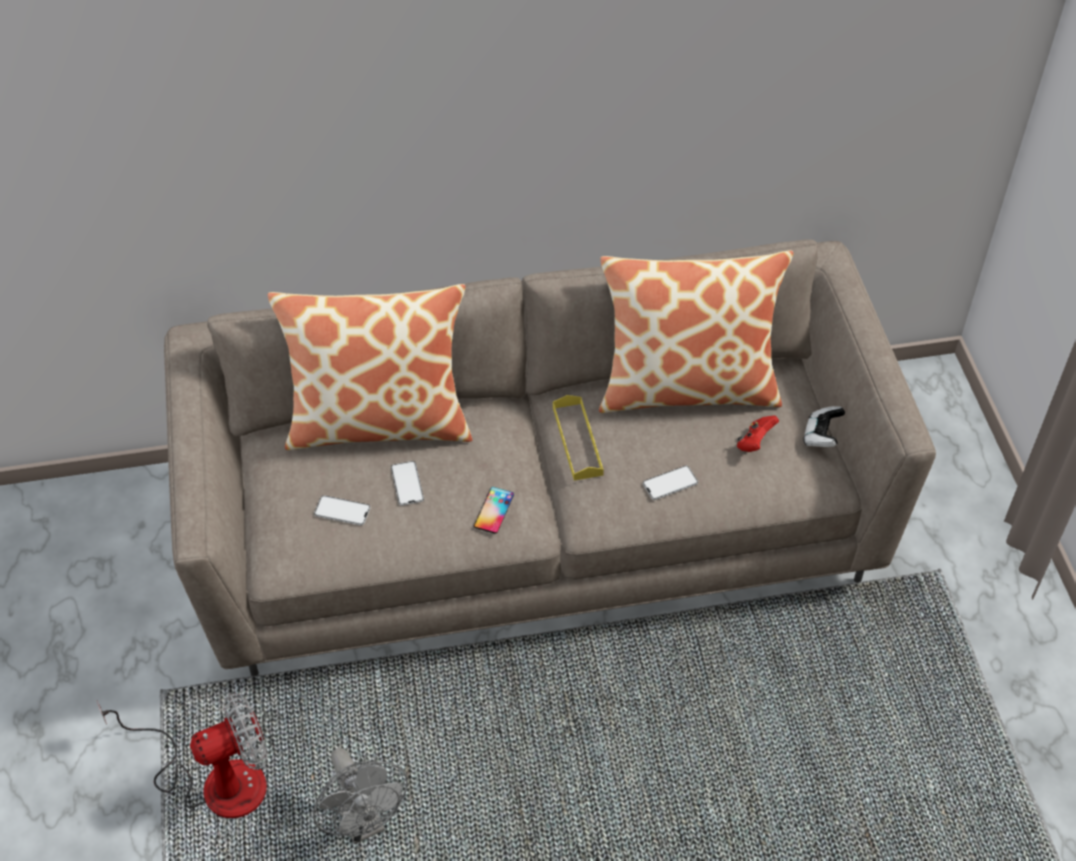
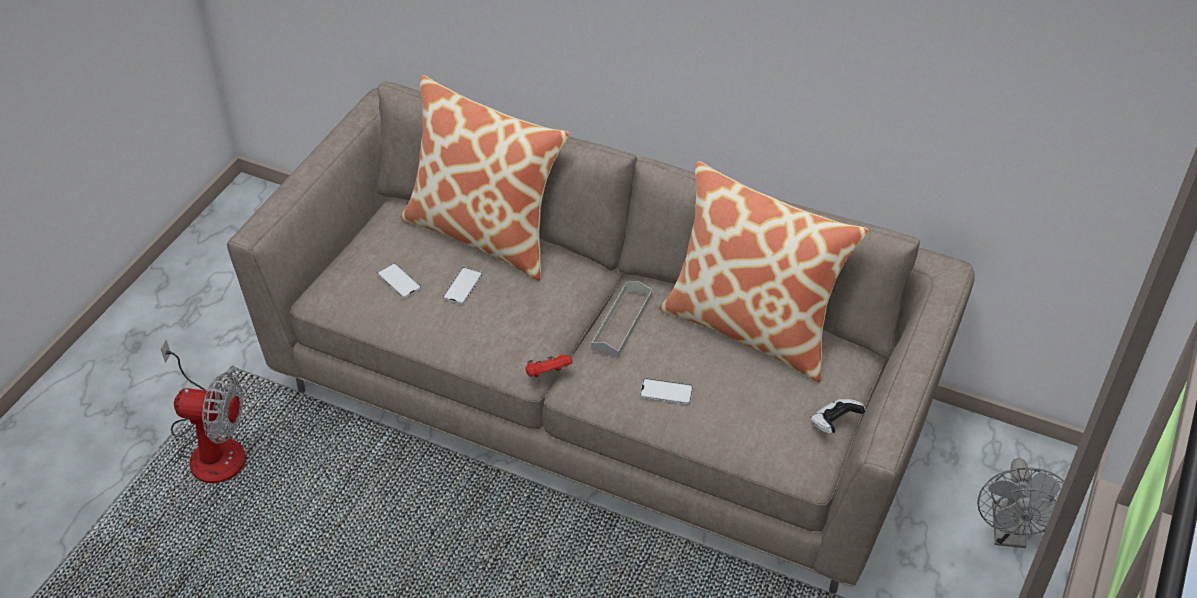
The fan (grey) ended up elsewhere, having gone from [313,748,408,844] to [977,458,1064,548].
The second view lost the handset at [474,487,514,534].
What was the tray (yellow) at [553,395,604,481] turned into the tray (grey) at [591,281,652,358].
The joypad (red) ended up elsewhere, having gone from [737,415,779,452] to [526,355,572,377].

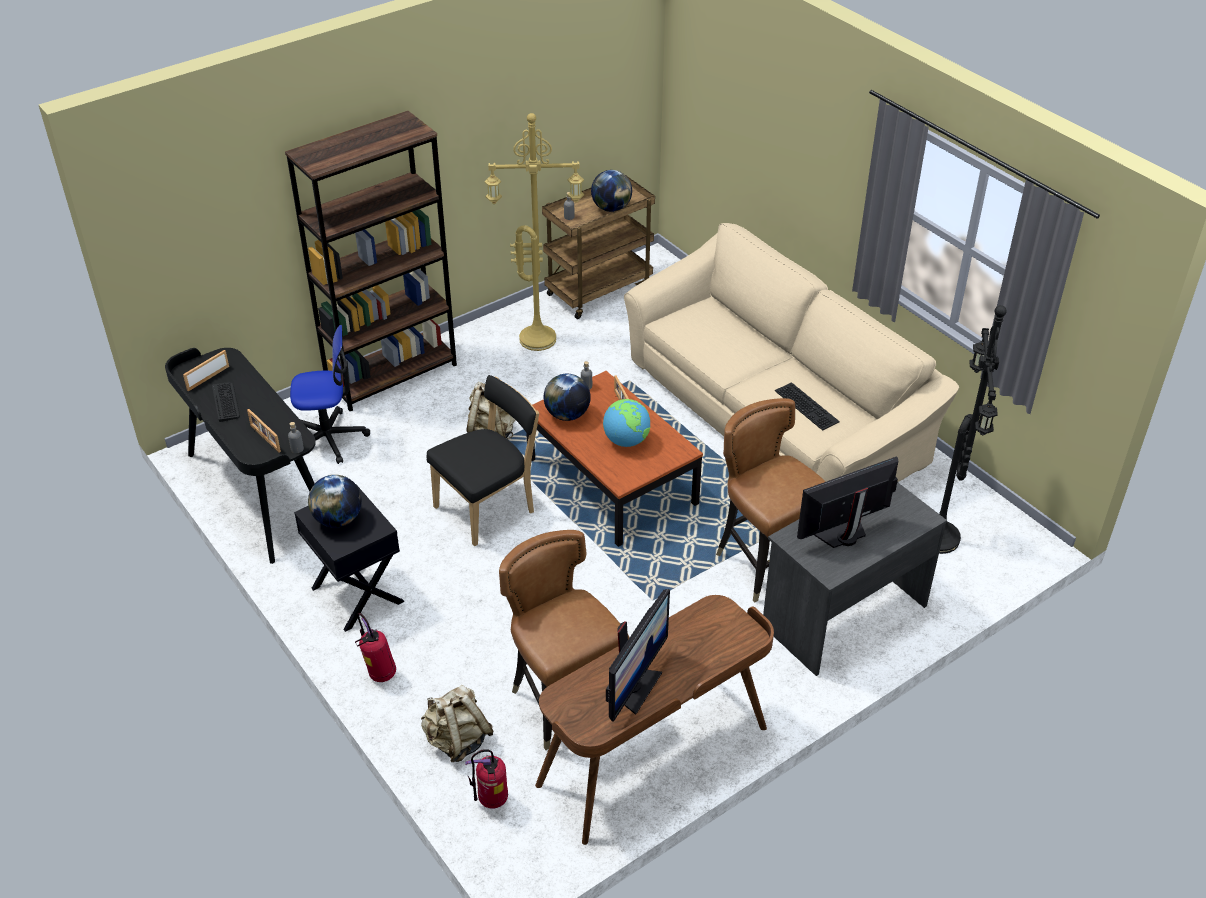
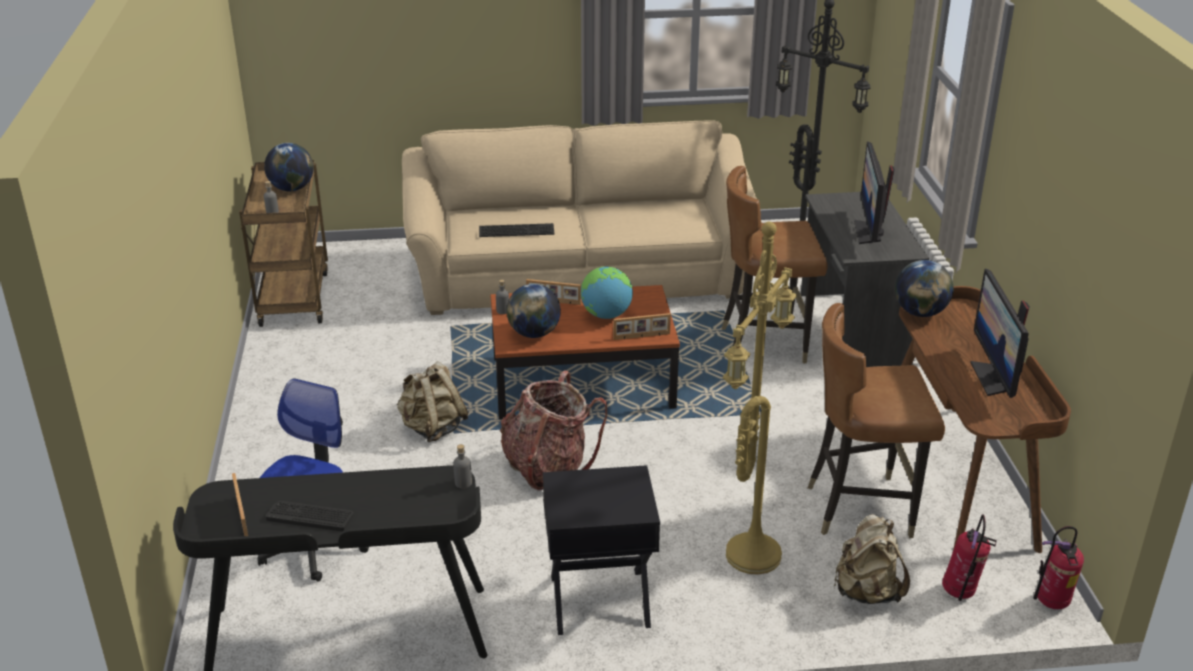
The photo frame ended up elsewhere, having gone from [247,409,281,453] to [613,313,671,340].
The second view lost the bookcase (brown) at [285,111,457,411].
The world globe ended up elsewhere, having gone from [308,475,362,528] to [895,260,953,317].
The fire extinguisher ended up elsewhere, having gone from [355,613,396,682] to [1033,526,1084,609].
Where the plain chair (blackish) stood at [427,375,539,546], the rucksack came to stand at [500,370,607,491].
The floor lamp (yellow) ended up elsewhere, having gone from [485,113,584,351] to [723,222,797,575].
The monitor at [606,589,670,722] ended up facing another way, 150 degrees counterclockwise from before.
The computer keyboard ended up elsewhere, having gone from [775,382,840,431] to [479,223,554,237].

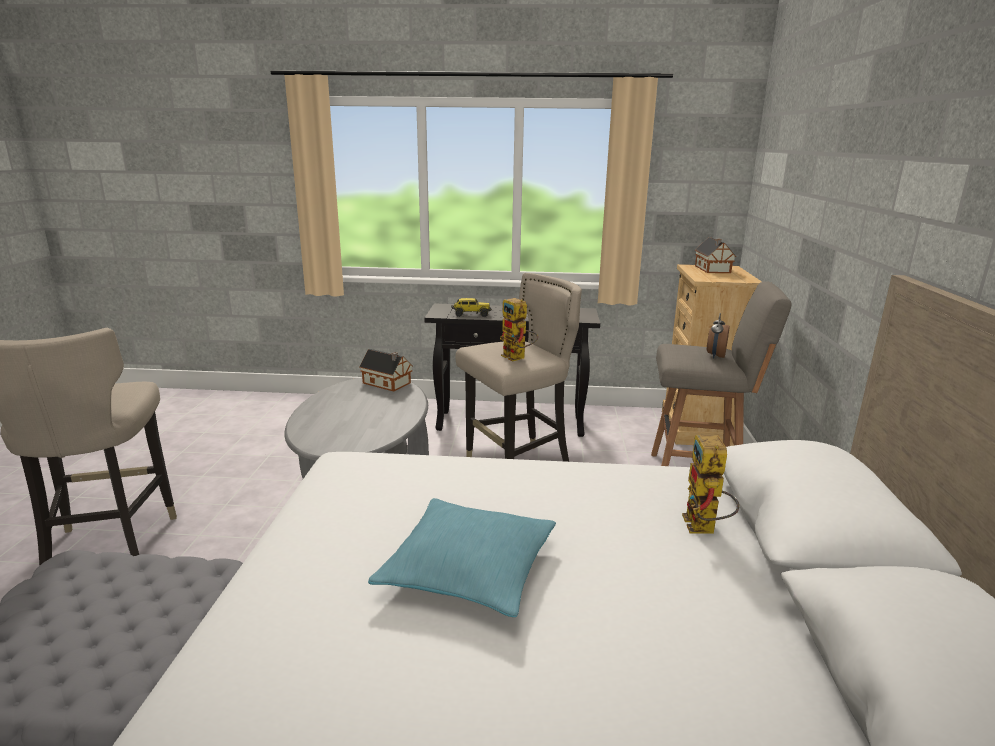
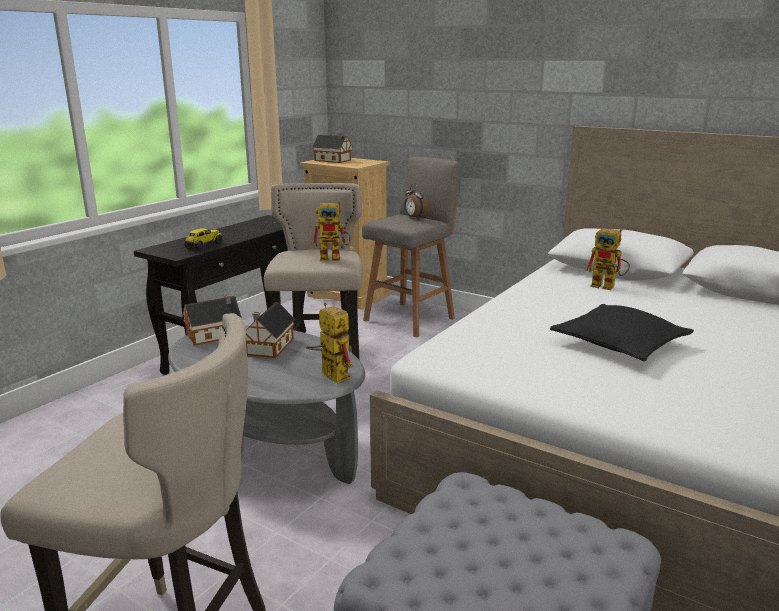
What was the pillow (turquoise) at [368,498,556,617] turned into the pillow (blackish) at [550,304,694,361].
The second view gained the toy house at [246,302,295,358].
The second view gained the model robot at [306,302,353,383].

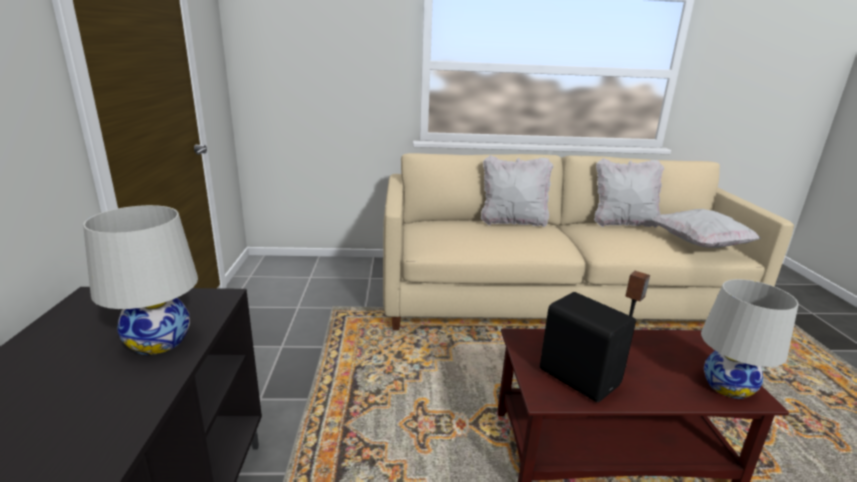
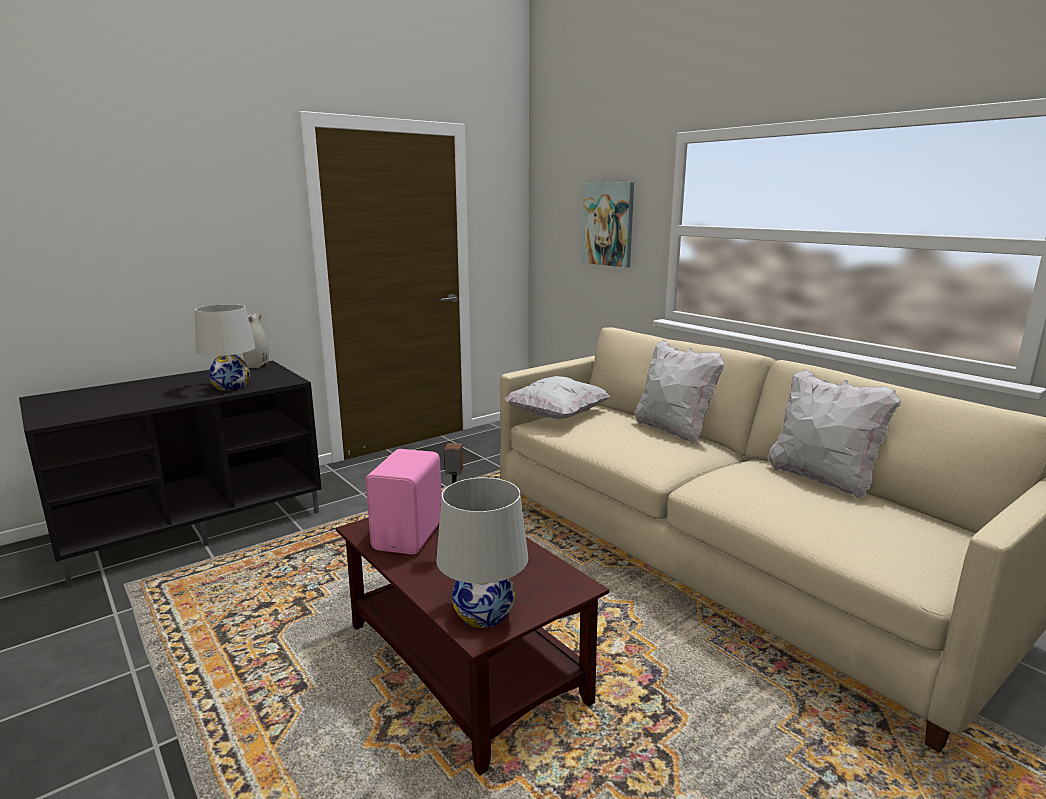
What was the audio speaker (blackish) at [540,292,636,402] turned into the audio speaker (pinkish) at [366,449,442,555].
The pillow (white) ended up elsewhere, having gone from [652,209,761,248] to [505,376,610,419].
The second view gained the flower vase (white) at [243,313,269,368].
The second view gained the wall art at [582,182,634,268].

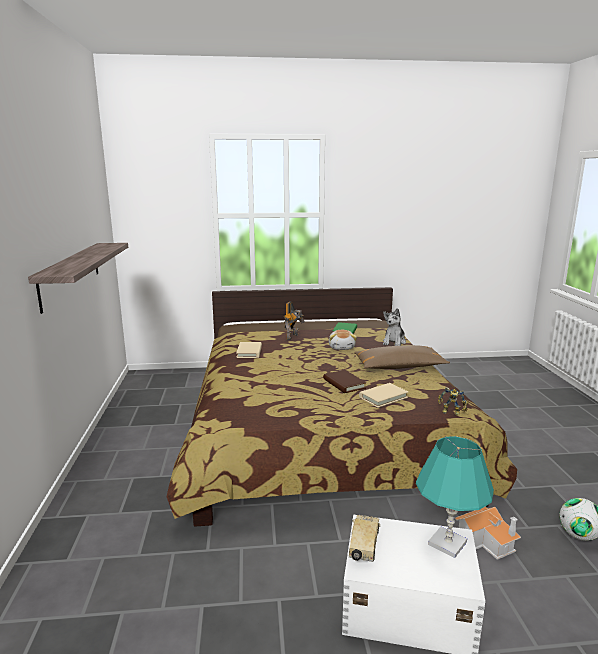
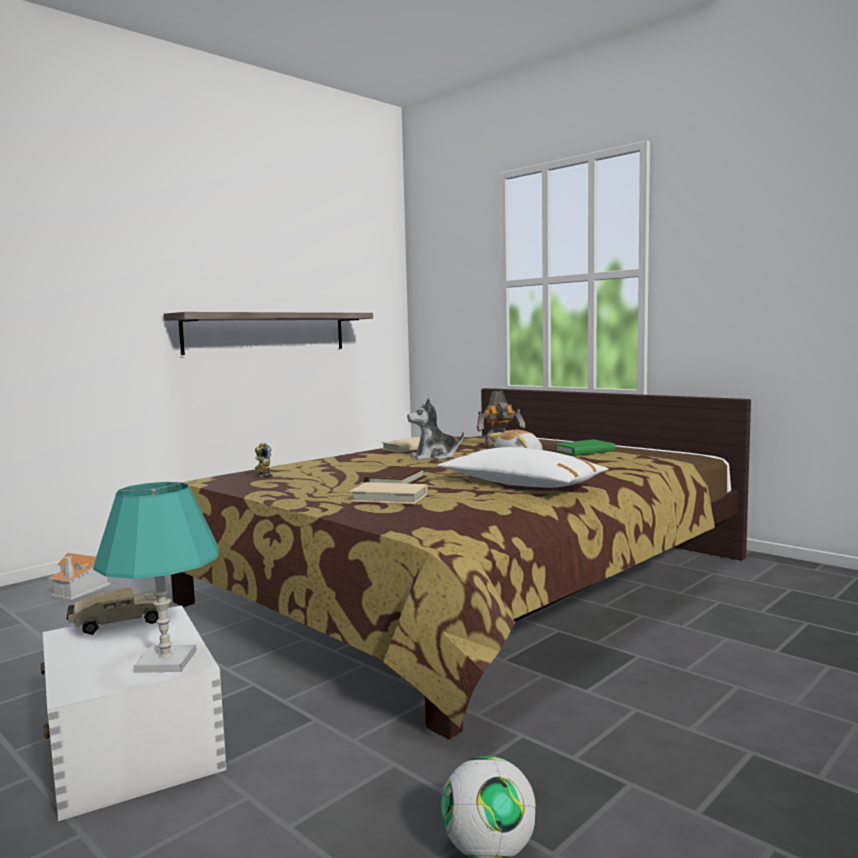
What was the pillow (brown) at [354,345,450,369] turned into the pillow (white) at [438,447,608,488].
The cuddly toy ended up elsewhere, having gone from [383,308,406,346] to [407,398,464,460].
The model robot ended up elsewhere, having gone from [438,387,468,415] to [255,442,272,477].
The toy house ended up elsewhere, having gone from [454,507,521,560] to [48,553,111,600].

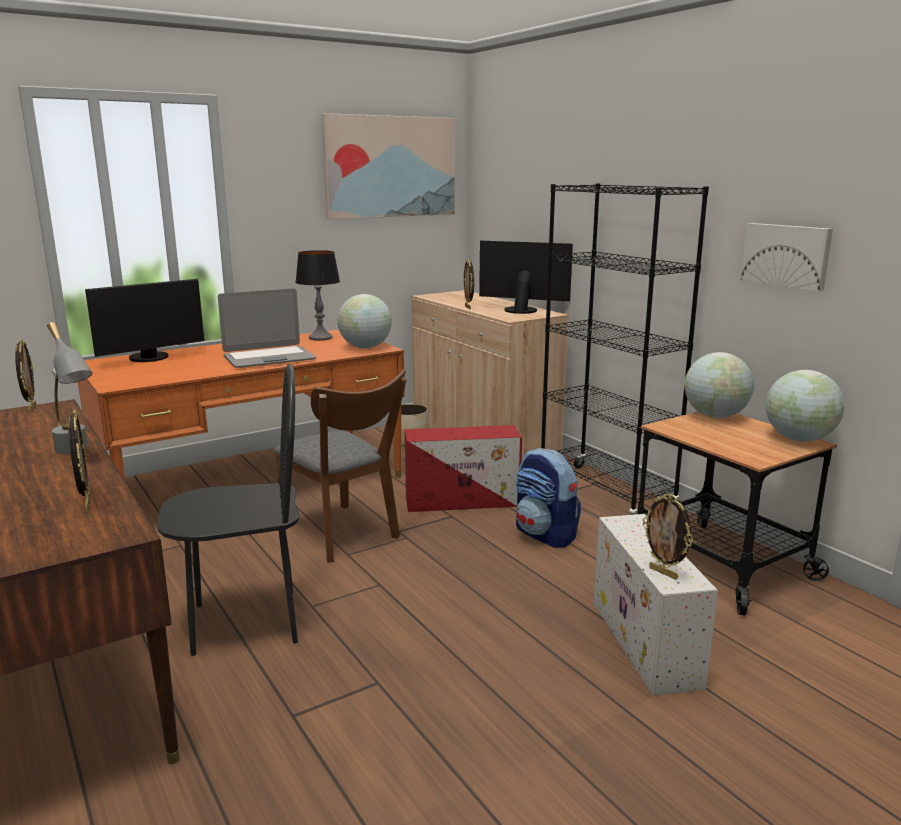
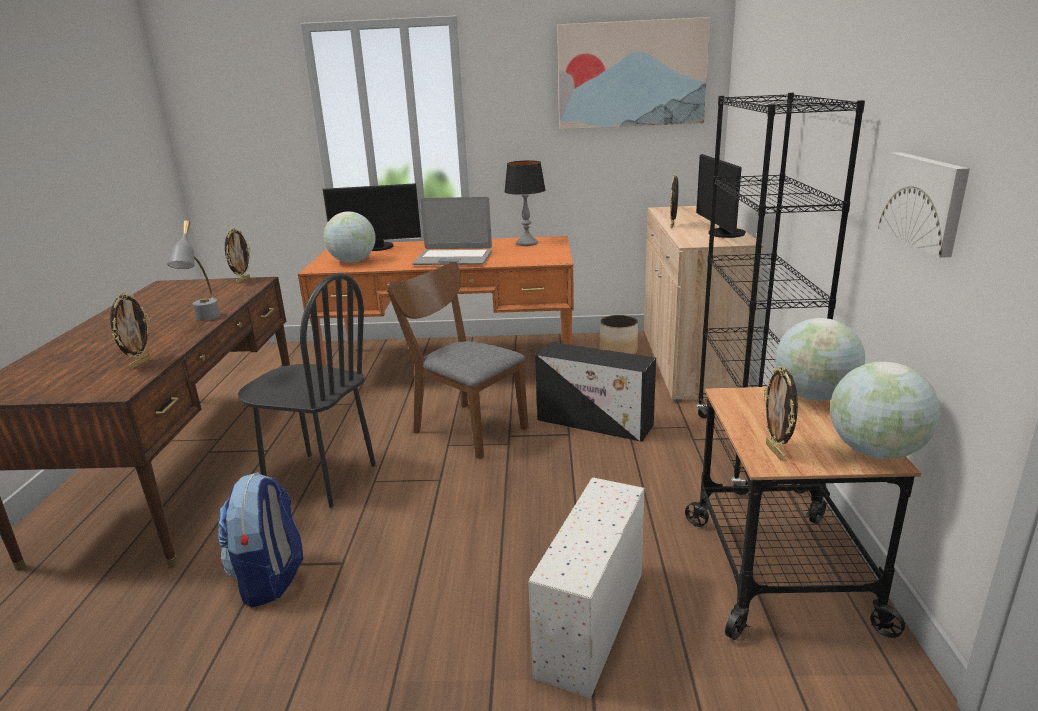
The plain chair (brown) at [274,370,406,563] ended up facing another way, 135 degrees clockwise from before.
The world globe ended up elsewhere, having gone from [337,294,392,349] to [324,212,376,263].
What was the storage container (red) at [405,425,522,512] turned into the storage container (blackish) at [535,342,656,442].
The monitor at [479,241,573,314] ended up facing another way, 150 degrees counterclockwise from before.
The rucksack ended up elsewhere, having gone from [516,448,581,548] to [218,472,303,608].
The photo frame ended up elsewhere, having gone from [643,493,693,580] to [764,365,798,460].

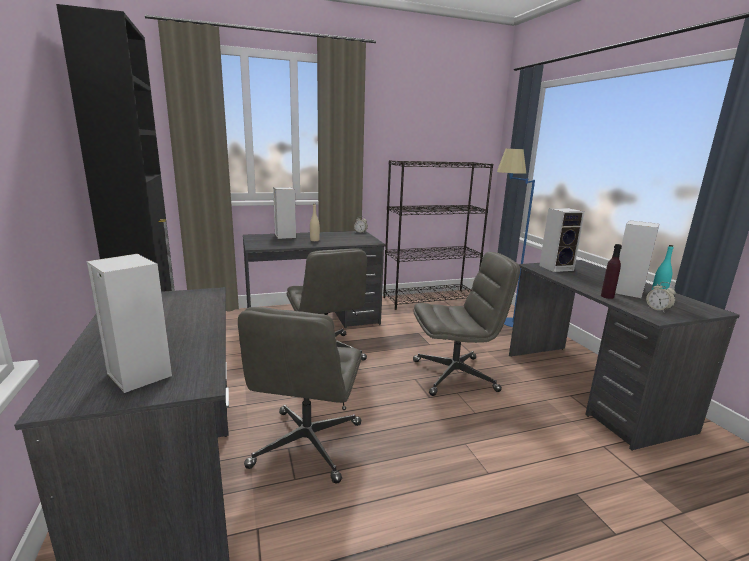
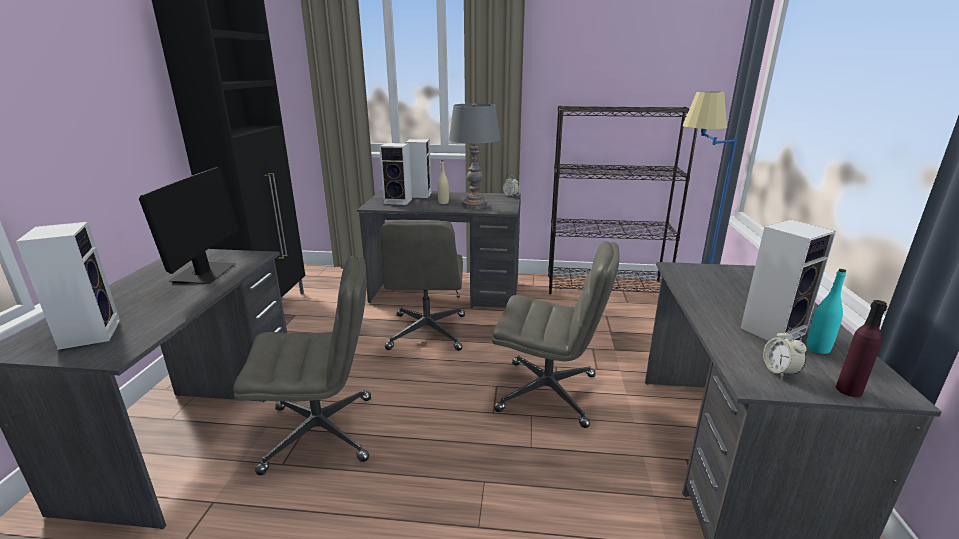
The computer chair (grey) at [238,307,361,484] ended up facing another way, 135 degrees counterclockwise from before.
The audio speaker ended up elsewhere, having gone from [539,208,585,272] to [379,143,412,205].
The drink bottle (purple-coloured) ended up elsewhere, having gone from [601,244,622,299] to [836,300,887,397].
The second view gained the monitor at [139,167,239,284].
The second view gained the lamp for a table (grey) at [449,103,500,209].

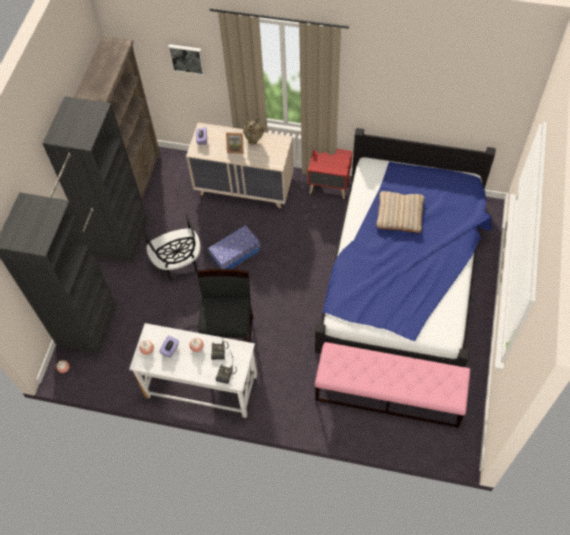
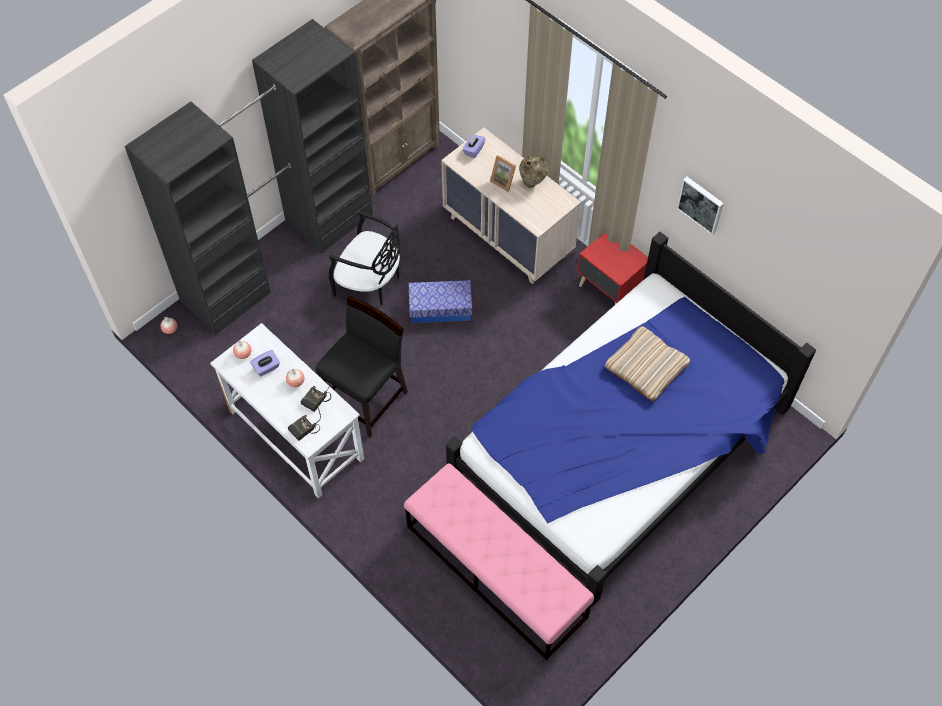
The plain chair (blackish) at [143,214,201,282] ended up facing another way, 75 degrees counterclockwise from before.
The wall art ended up elsewhere, having gone from [168,44,205,75] to [676,176,724,235].

